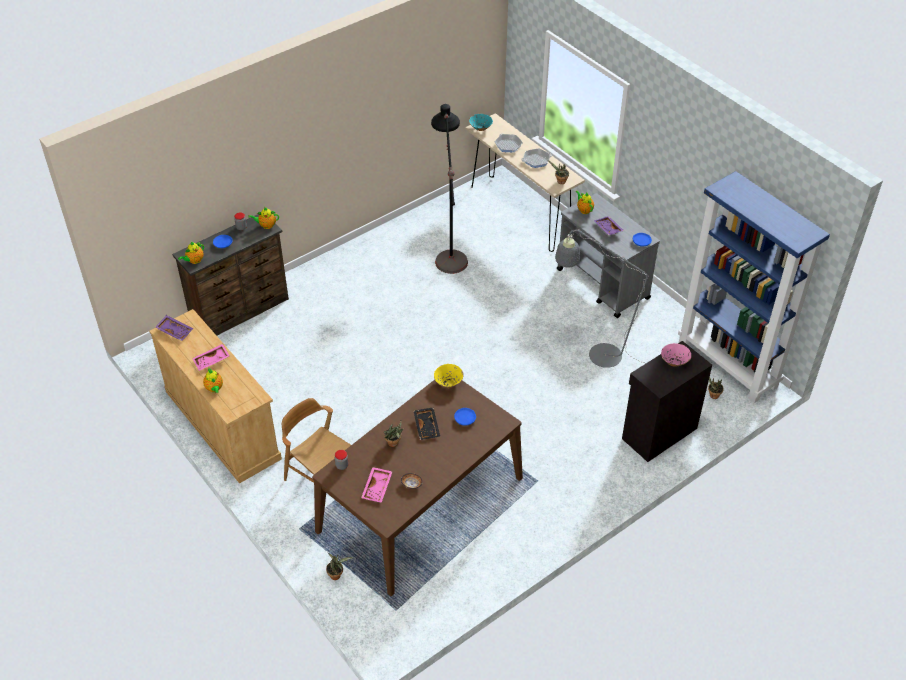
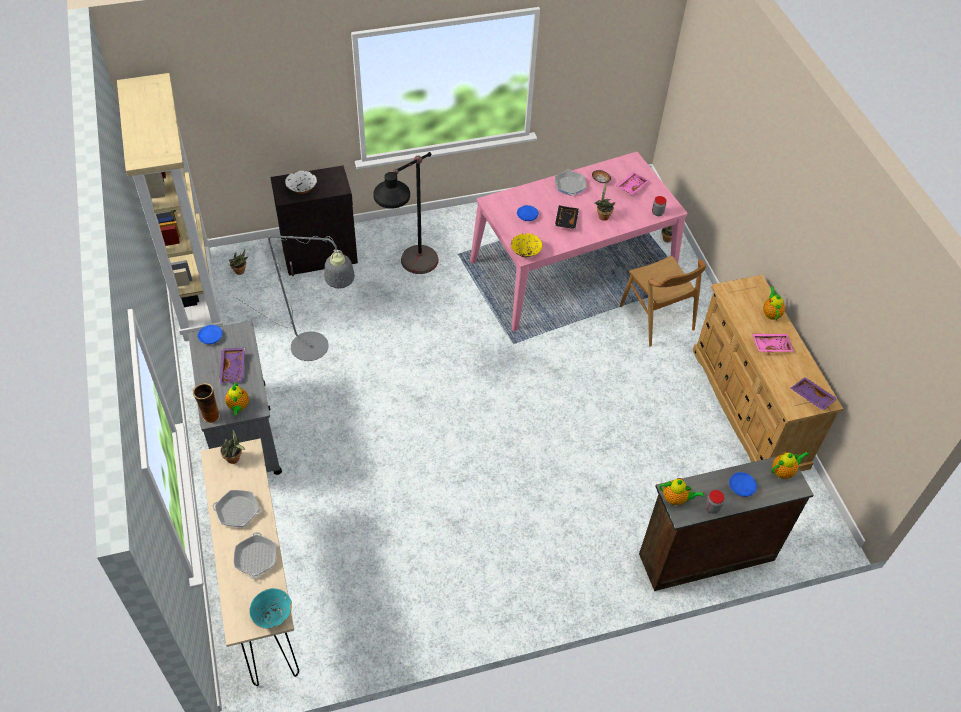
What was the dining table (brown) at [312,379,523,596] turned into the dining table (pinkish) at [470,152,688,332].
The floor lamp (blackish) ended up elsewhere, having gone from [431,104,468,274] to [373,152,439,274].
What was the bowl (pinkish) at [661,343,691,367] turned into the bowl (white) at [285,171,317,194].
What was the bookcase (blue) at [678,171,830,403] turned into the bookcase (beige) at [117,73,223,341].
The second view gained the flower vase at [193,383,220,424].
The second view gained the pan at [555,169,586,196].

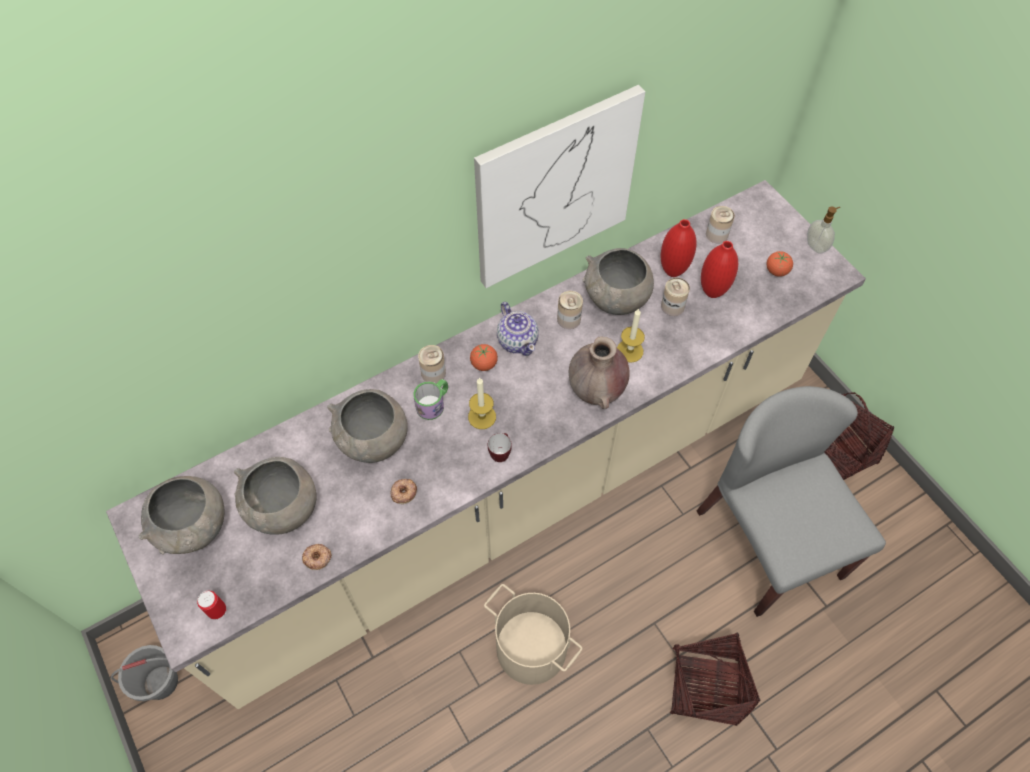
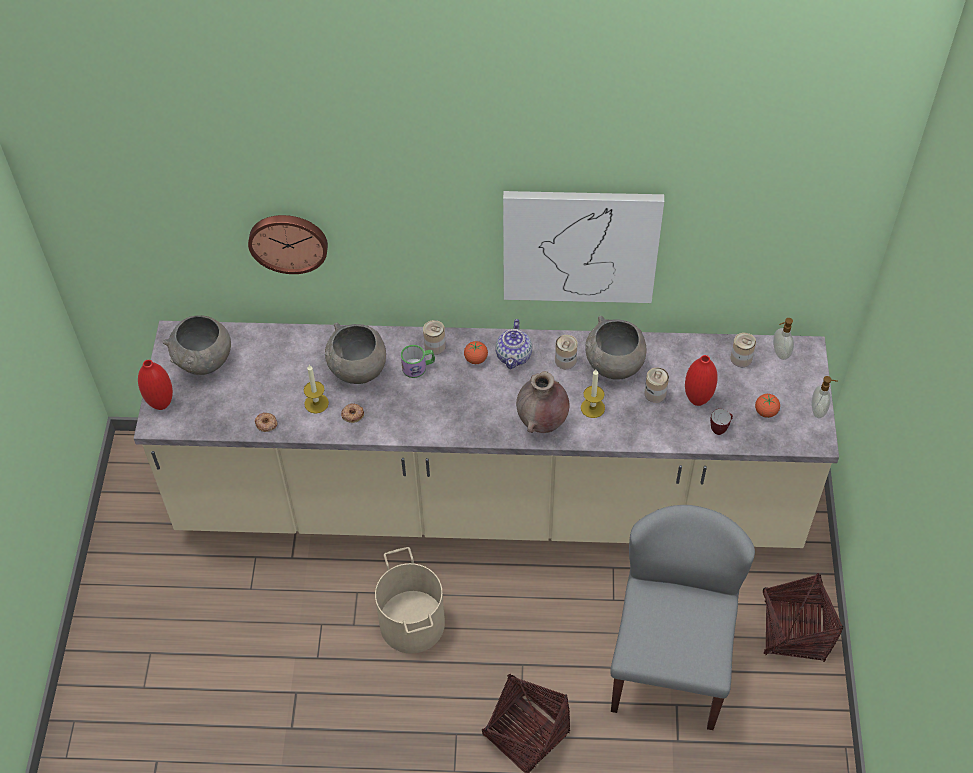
The second view lost the bucket (grey) at [111,645,178,701].
The second view lost the can at [197,591,227,620].
The second view lost the bowl (grey) at [234,457,316,535].
The wax candle ended up elsewhere, having gone from [468,377,496,429] to [304,365,329,413].
The mug ended up elsewhere, having gone from [488,433,512,462] to [710,409,733,435].
The flower vase (red) ended up elsewhere, having gone from [661,219,697,277] to [138,360,173,410].
The second view gained the hanging clock at [248,215,328,274].
The second view gained the soap bottle at [773,318,794,360].

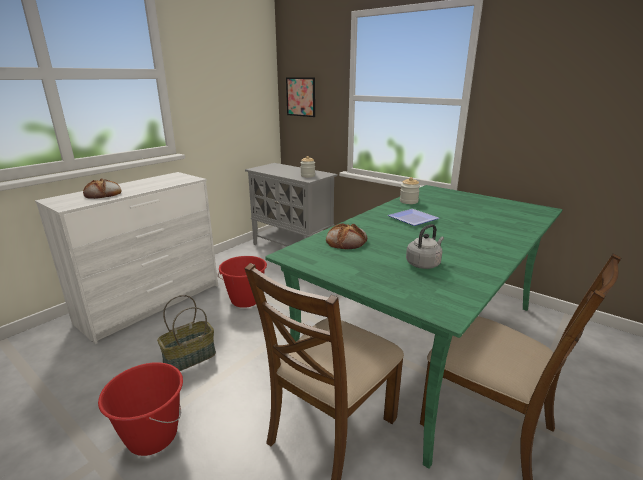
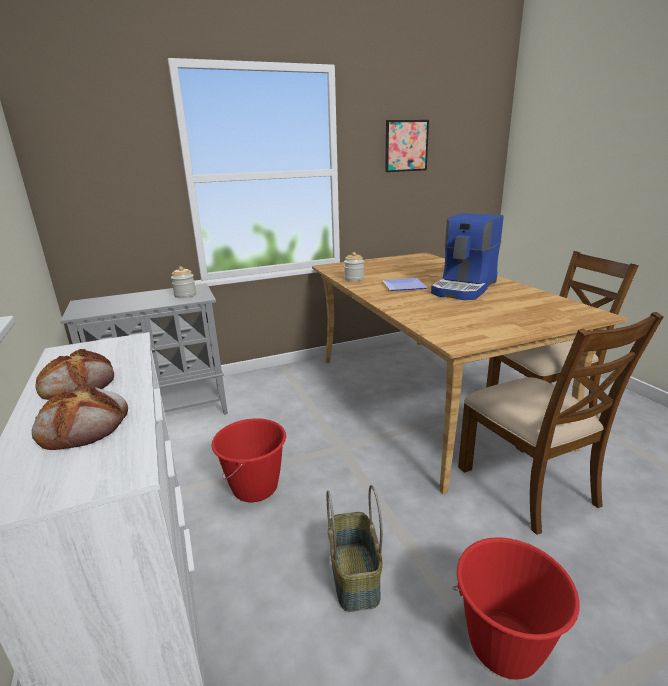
What was the dining table (green) at [265,185,562,469] turned into the dining table (beige) at [312,253,627,494].
The wall art ended up elsewhere, having gone from [286,77,315,117] to [385,120,429,172].
The bakery bread ended up elsewhere, having gone from [326,223,367,249] to [36,349,114,400].
The second view lost the tea kettle (grey) at [406,224,444,269].
The second view gained the coffee maker at [431,213,504,300].

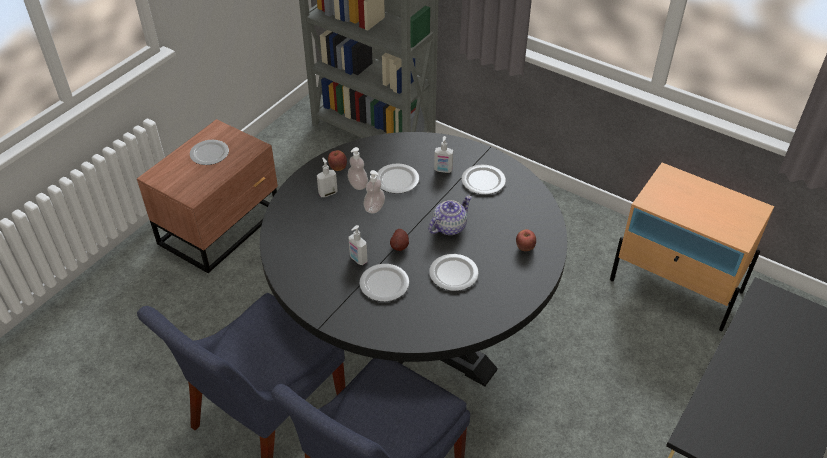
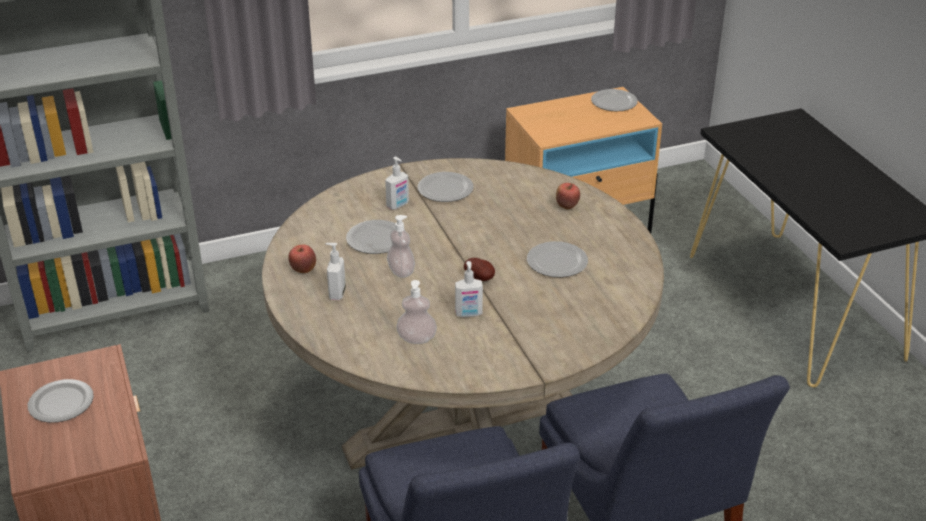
What was the dining table (blackish) at [260,132,567,386] turned into the dining table (beige) at [262,158,664,470].
The soap bottle ended up elsewhere, having gone from [348,147,368,190] to [396,280,437,344].
The flat dish ended up elsewhere, having gone from [359,264,409,302] to [591,89,638,111].
The second view lost the tea pot at [428,196,472,235].

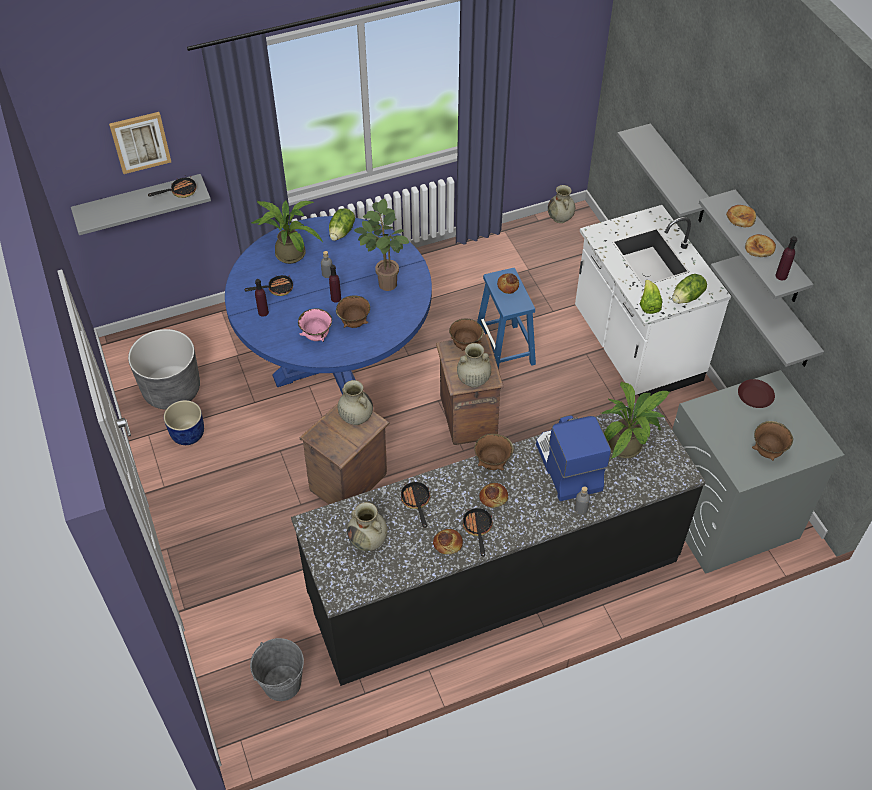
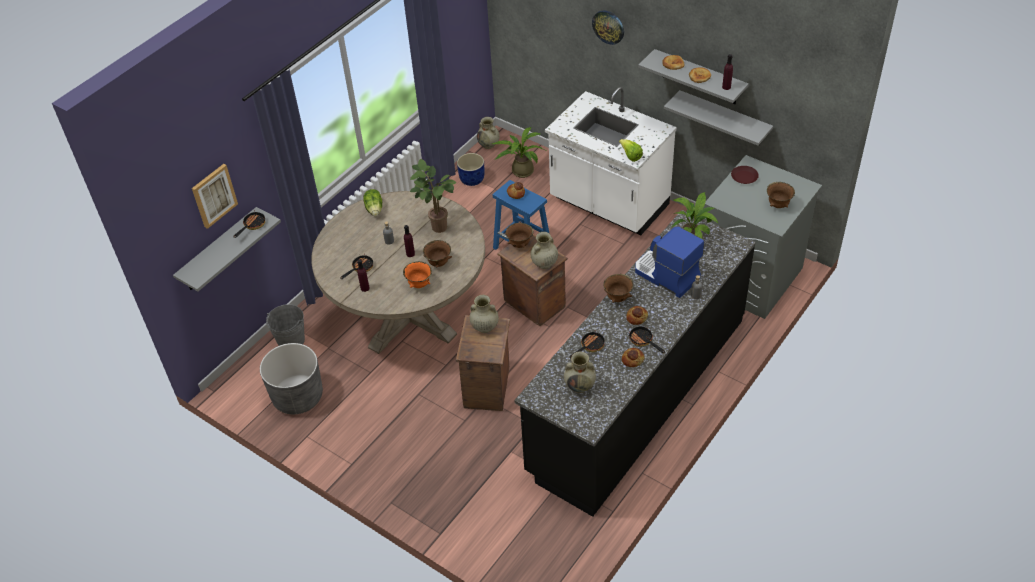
The plant pot (blue) ended up elsewhere, having gone from [164,400,204,445] to [457,153,484,186].
What was the dining table (blue) at [225,216,432,395] turned into the dining table (beige) at [311,191,485,354].
The bucket (grey) ended up elsewhere, having gone from [250,638,304,701] to [266,304,305,346].
The potted plant ended up elsewhere, having gone from [251,201,323,264] to [492,127,546,178].
What was the bowl (pinkish) at [298,309,332,342] turned into the bowl (orangey) at [403,261,432,288].
The pan at [400,482,430,528] ended up facing another way, 90 degrees clockwise from before.
The second view lost the wall shelf (grey) at [617,123,709,222].
The second view lost the lettuce at [672,274,707,304].
The second view gained the hanging clock at [592,11,624,45].

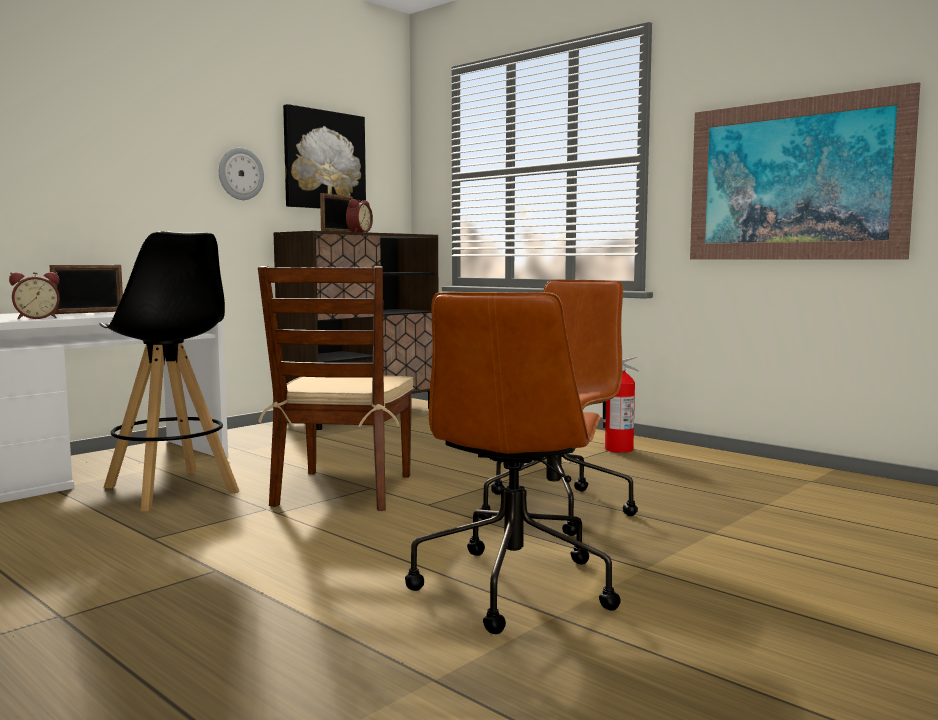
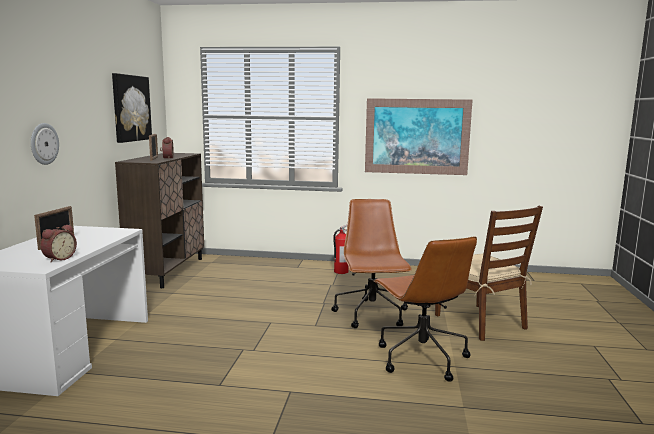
The second view lost the stool (blackish) at [99,231,239,511].
The hanging clock ended up elsewhere, having gone from [219,148,264,200] to [31,123,59,165].
The plain chair (brown) ended up elsewhere, having gone from [258,266,413,511] to [435,206,543,341].

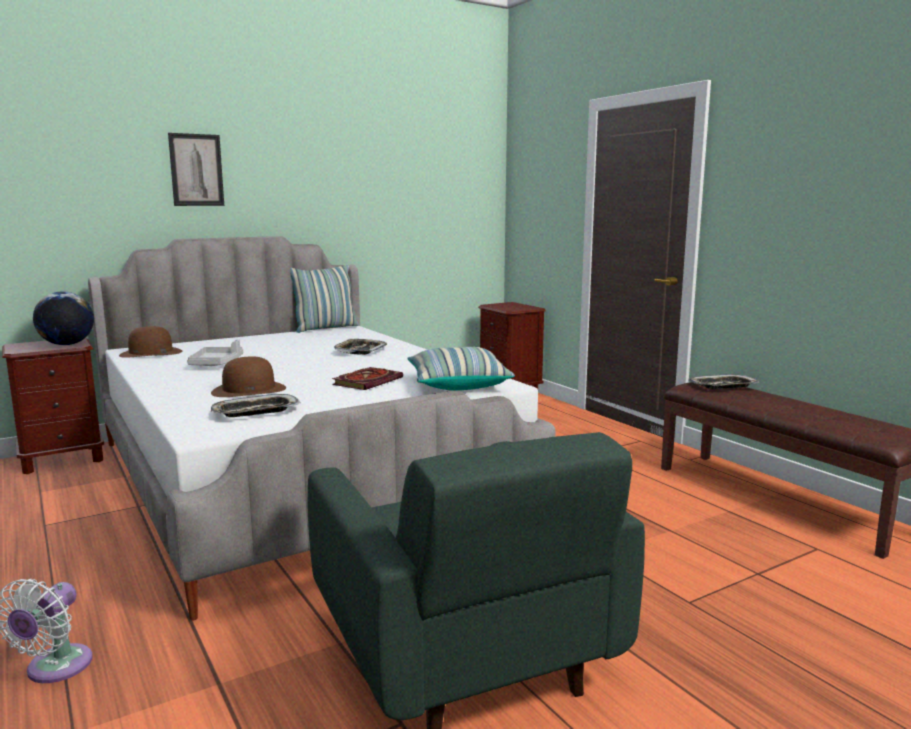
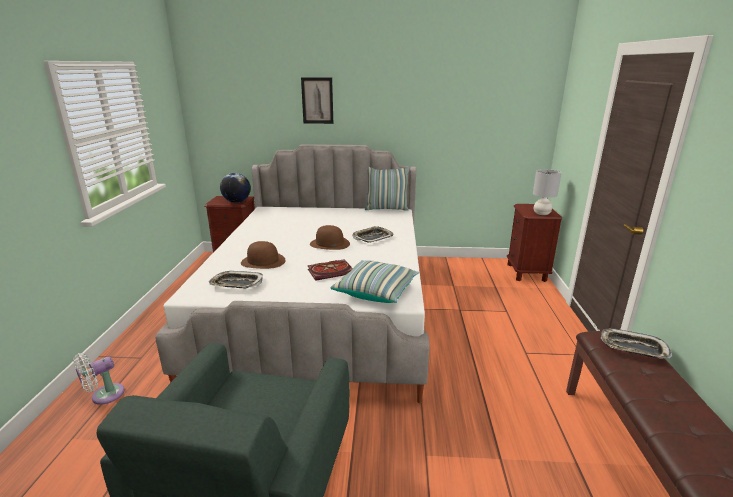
The wearable hat (brown) ended up elsewhere, having gone from [119,326,182,358] to [310,225,350,250].
The second view lost the tray (grey) at [187,340,243,366].
The second view gained the lamp for a table (grey) at [533,169,561,215].

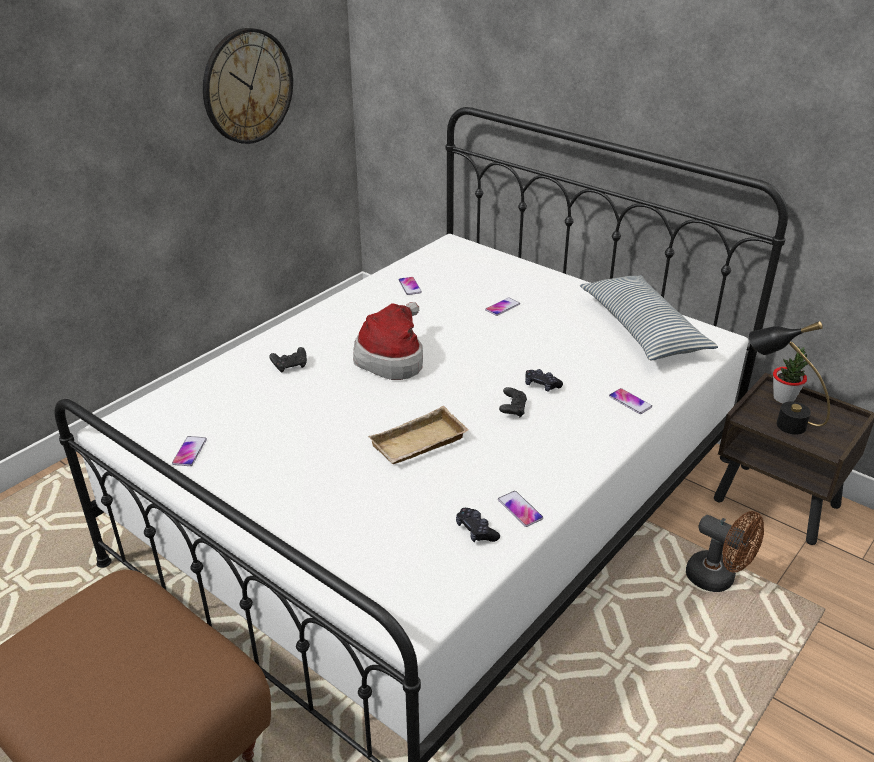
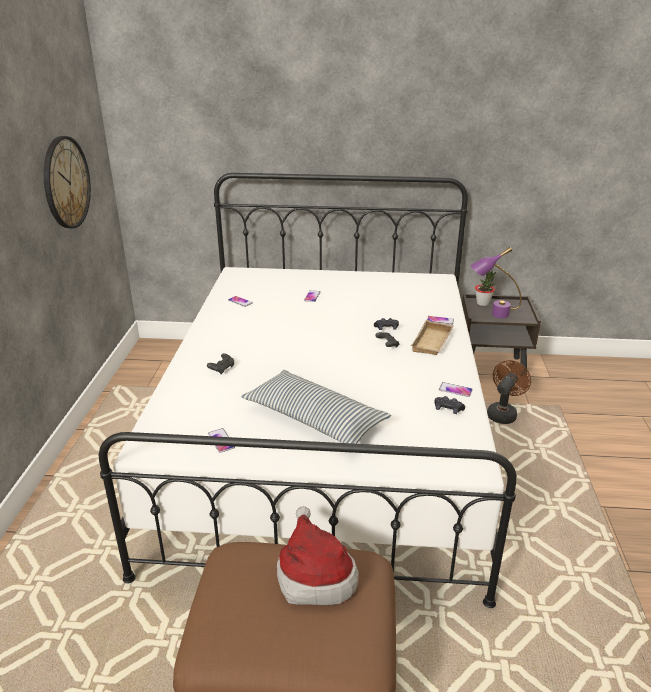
The wearable hat ended up elsewhere, having gone from [353,302,423,380] to [277,506,359,605].
The tray (beige) ended up elsewhere, having gone from [368,406,469,464] to [411,320,454,355].
The pillow ended up elsewhere, having gone from [580,275,718,360] to [241,370,391,444].
The fan (brown) at [686,511,764,592] ended up facing another way, 60 degrees counterclockwise from before.
What was the lamp for a table (blackish) at [748,321,830,434] turned into the lamp for a table (purple-coloured) at [470,247,521,318].

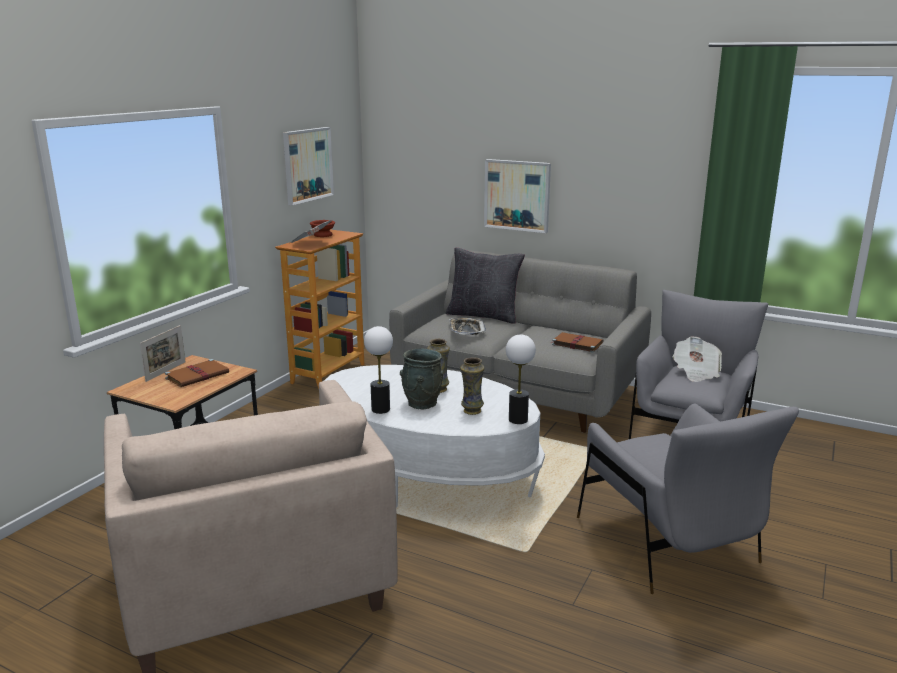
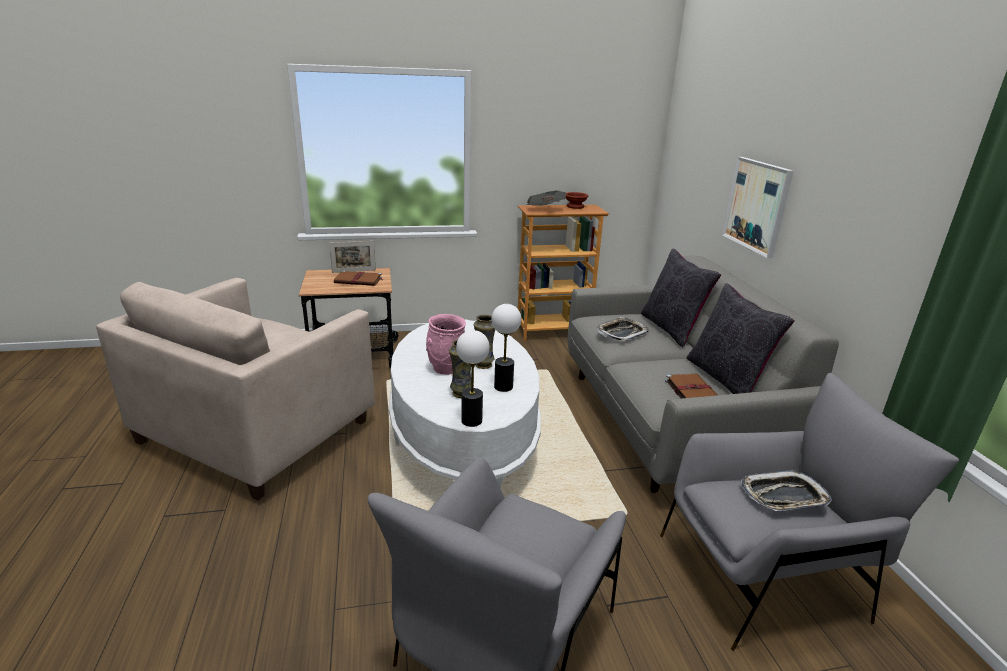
The second view lost the wall art at [283,127,334,205].
The lamp for a table ended up elsewhere, having gone from [364,326,393,414] to [491,304,521,392].
What was the flower vase (grey) at [400,348,443,410] turned into the flower vase (pinkish) at [426,314,466,375].
Where the newspaper stood at [673,336,722,382], the tray came to stand at [740,470,832,511].
The second view gained the pillow (blackish) at [686,283,795,394].

